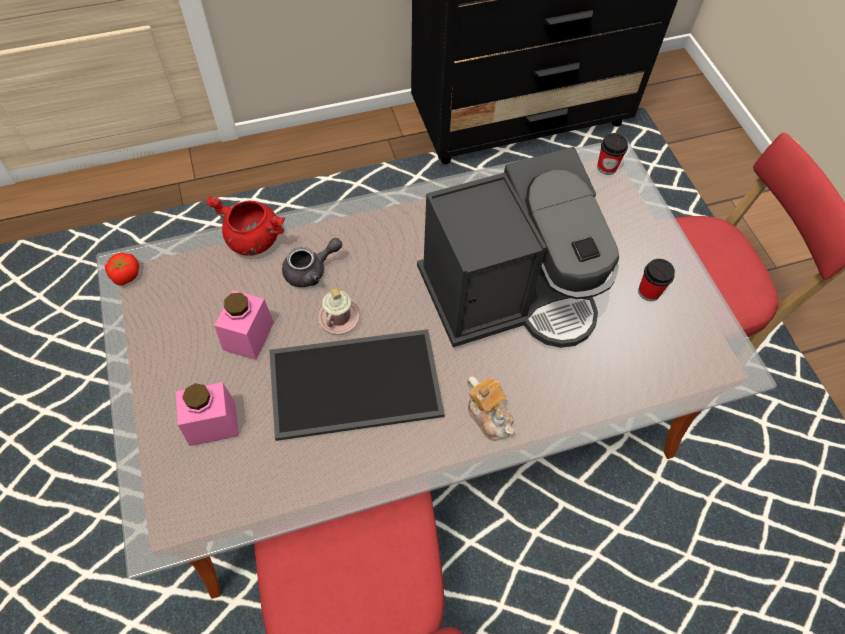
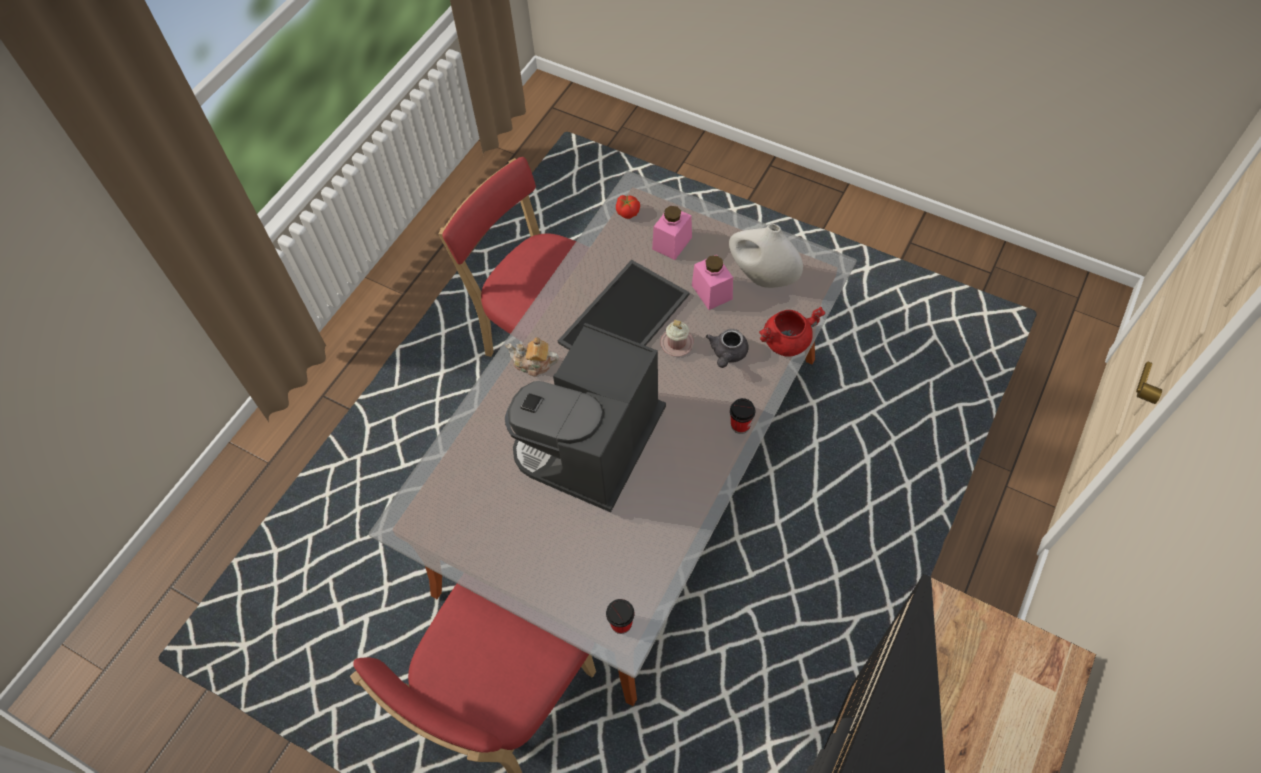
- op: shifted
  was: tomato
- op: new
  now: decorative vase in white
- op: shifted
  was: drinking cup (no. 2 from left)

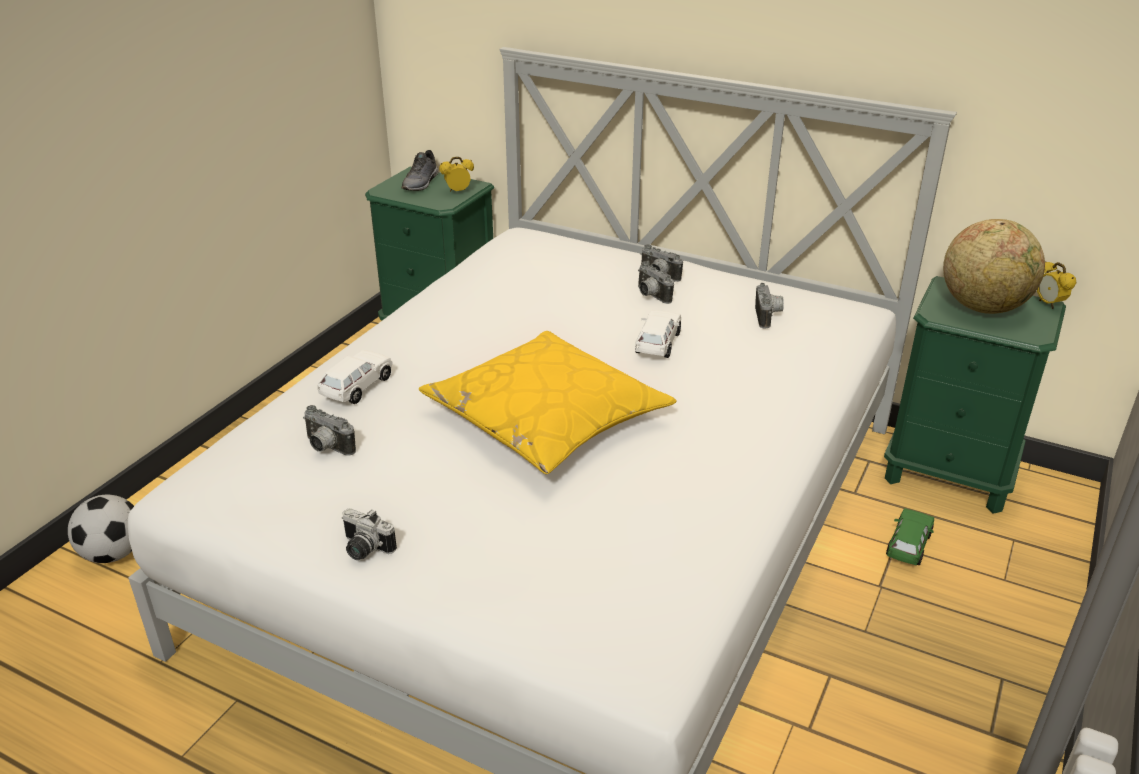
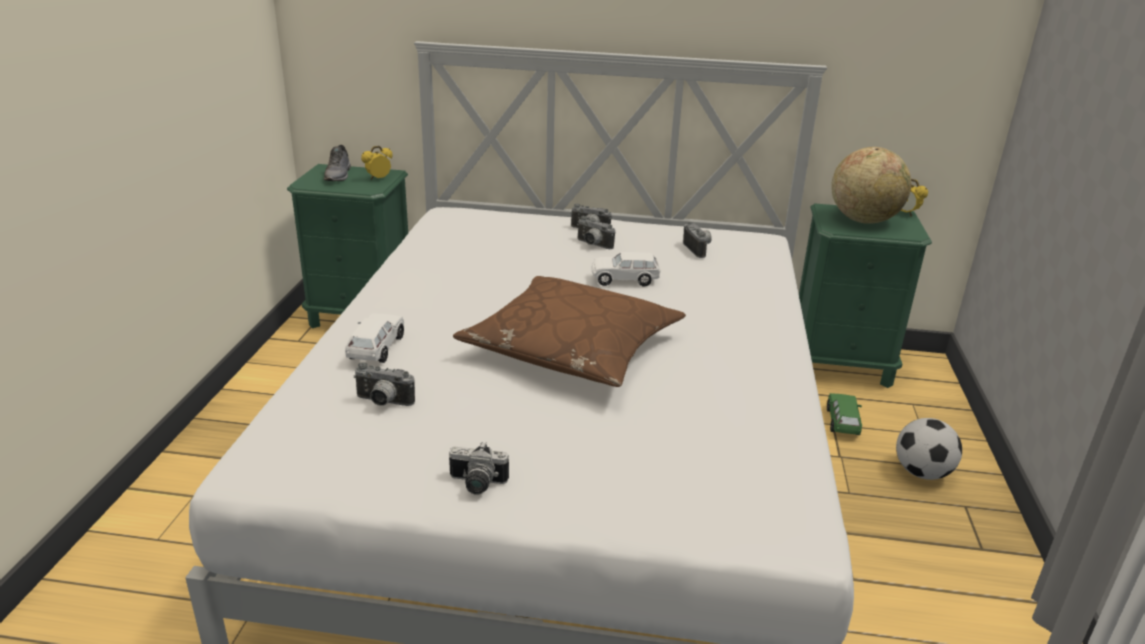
- op: repainted
  was: throw pillow in yellow-coloured
  now: throw pillow in brown
- op: rotated
  was: model car in white (no. 2 from left)
  clockwise: -90
- op: shifted
  was: football

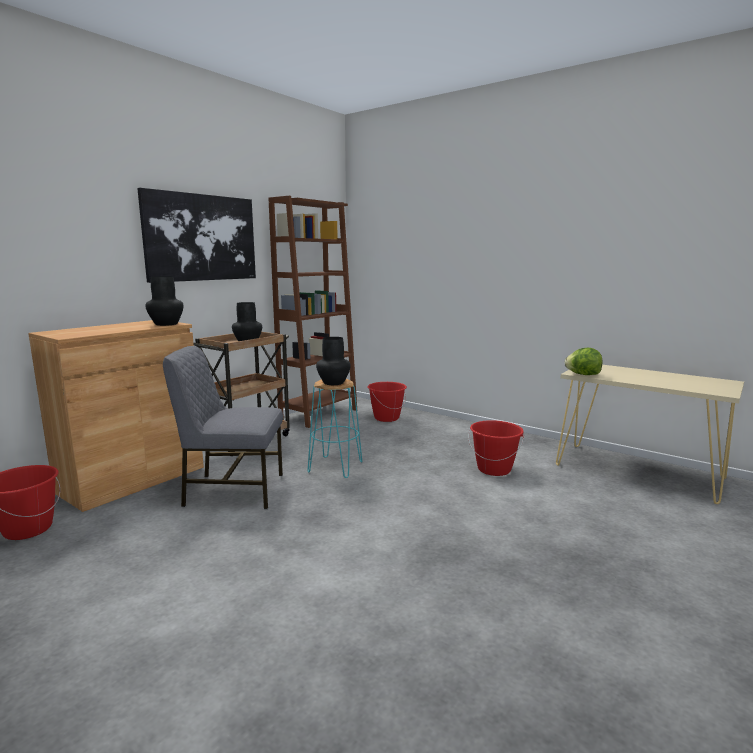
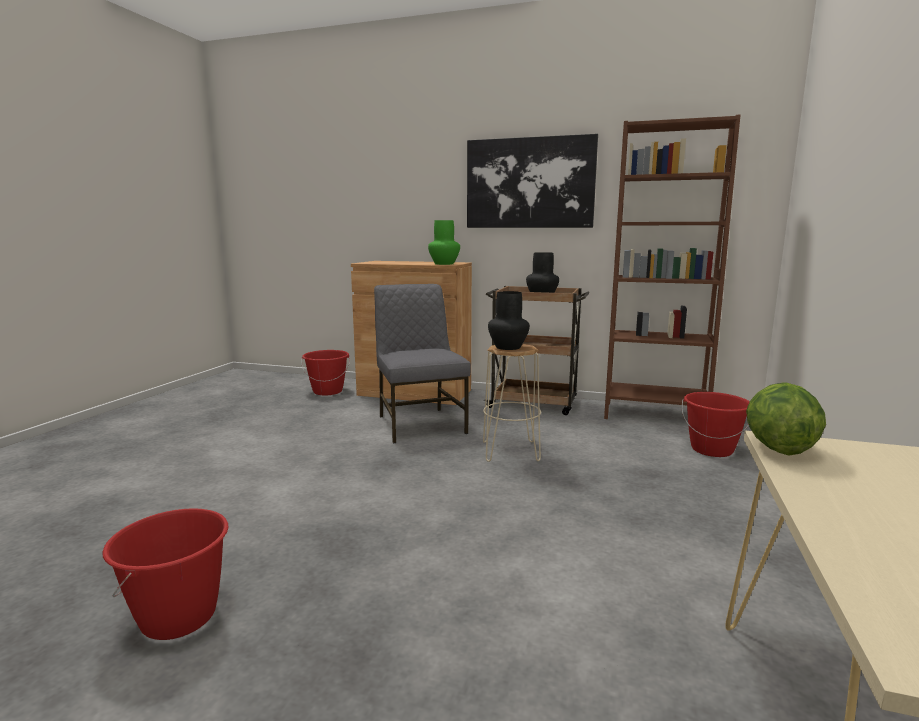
- op: shifted
  was: water bucket in red-coloured (no. 3 from left in the first image)
  now: water bucket in red-coloured (no. 1 from left)
- op: repainted
  was: decorative vase in blackish (no. 1 from left)
  now: decorative vase in green-coloured
- op: repainted
  was: stool seat in blue-green
  now: stool seat in beige-coloured

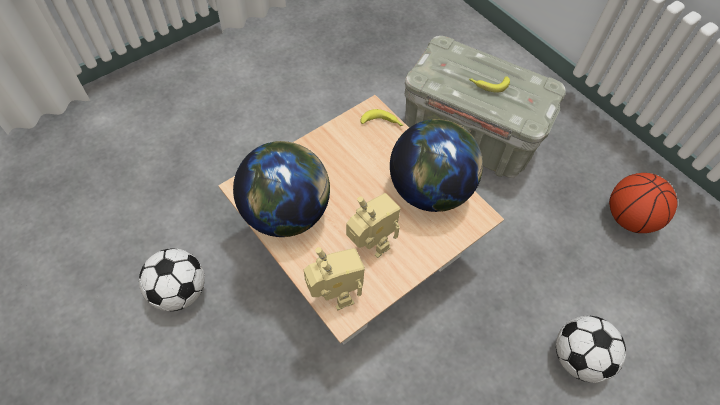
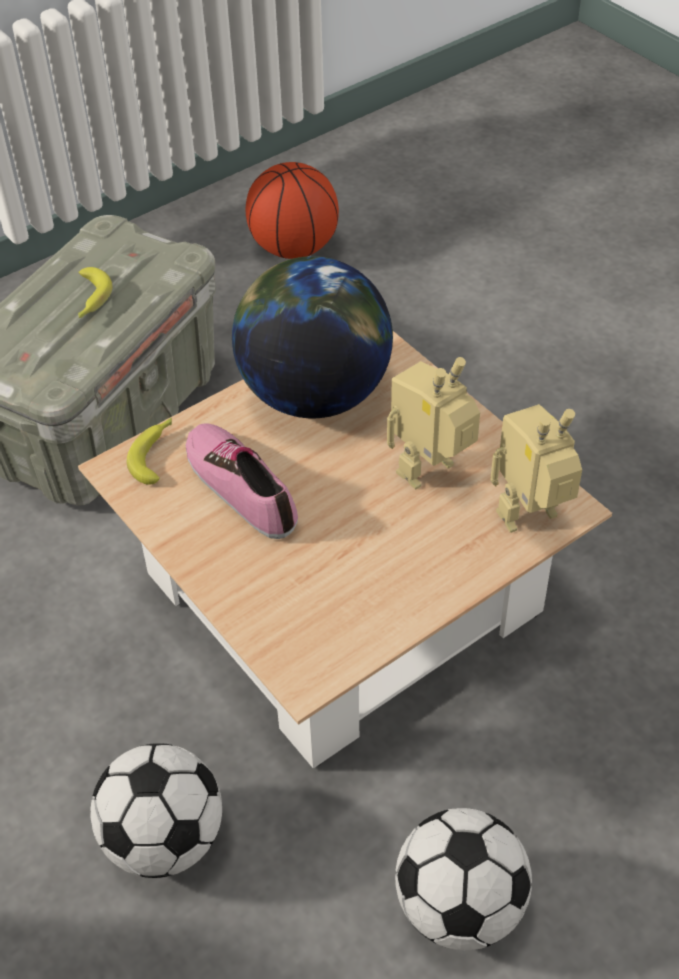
- op: shifted
  was: football (no. 2 from left in the first image)
  now: football (no. 1 from left)
- op: new
  now: item of footwear
- op: gone
  was: desk globe (no. 1 from left)

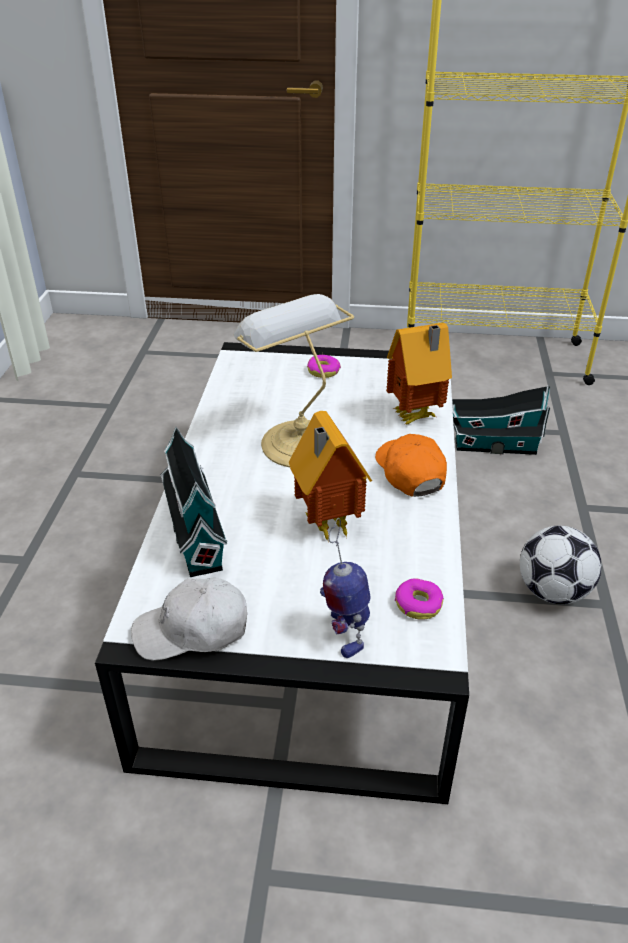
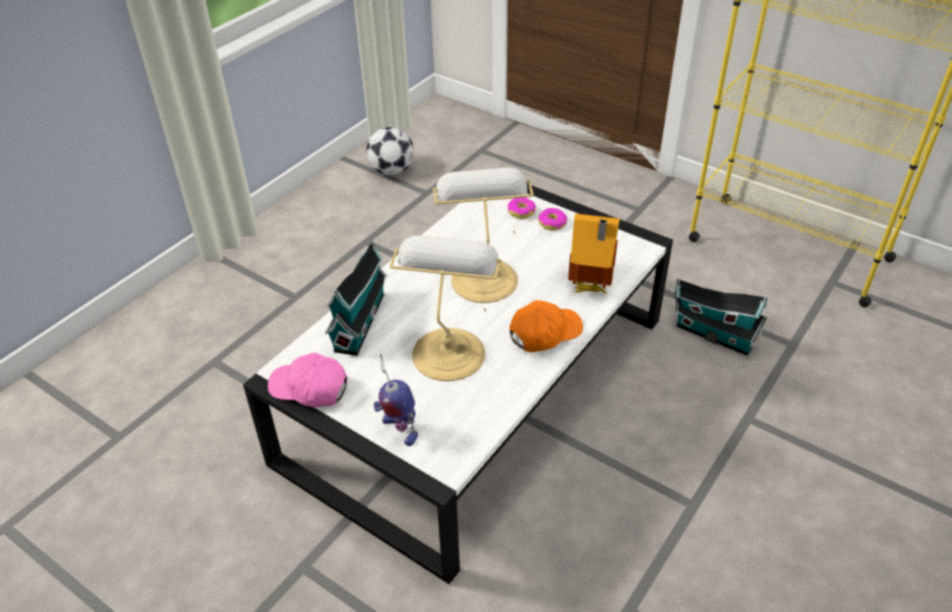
- op: repainted
  was: cap in white
  now: cap in pink-coloured
- op: shifted
  was: football
- op: rotated
  was: robot figure
  clockwise: -60
- op: swapped
  was: miniature house (no. 2 from left)
  now: lamp for a table (no. 1 from left)
- op: shifted
  was: donut (no. 2 from left in the first image)
  now: donut (no. 1 from left)
- op: rotated
  was: cap in orangey
  clockwise: 45

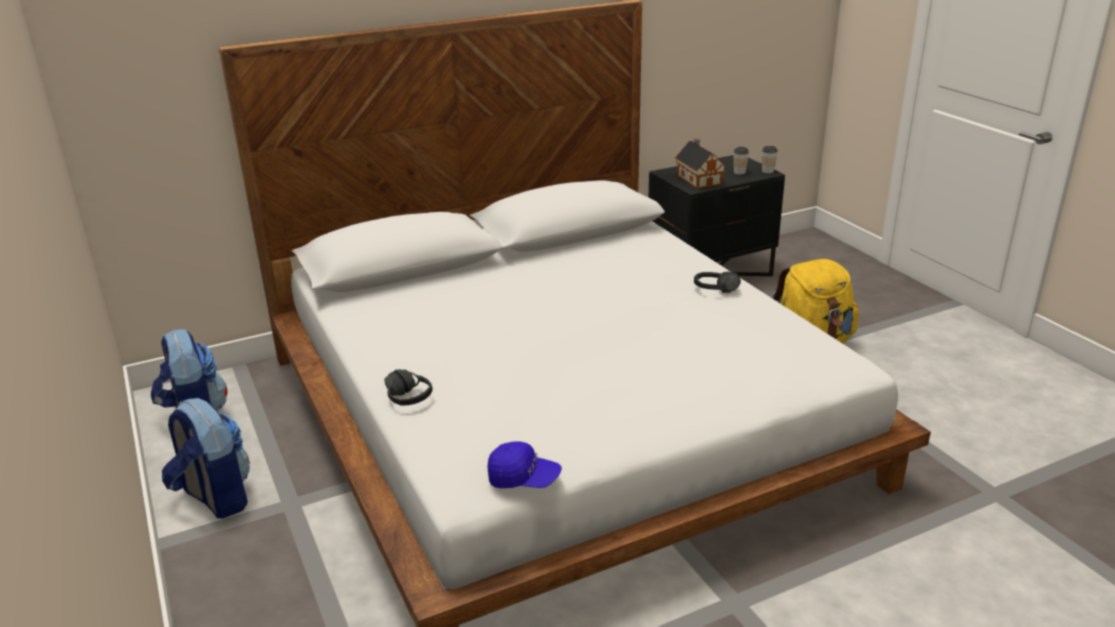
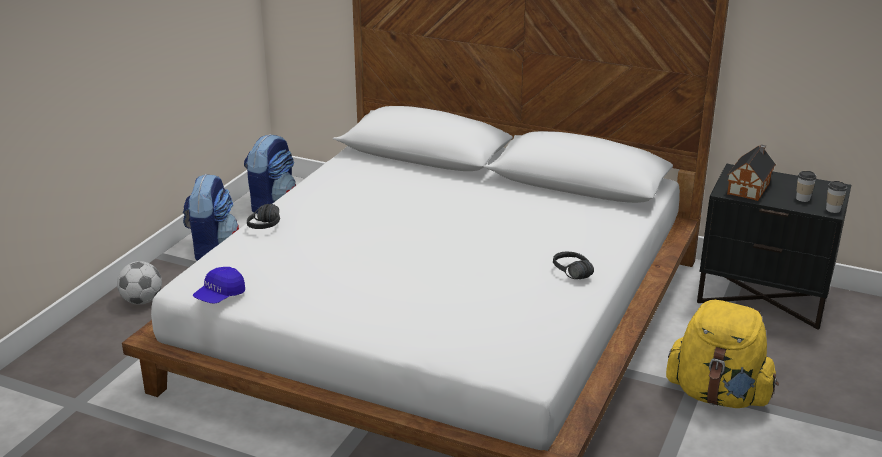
- op: new
  now: football
- op: rotated
  was: cap in blue
  clockwise: 60

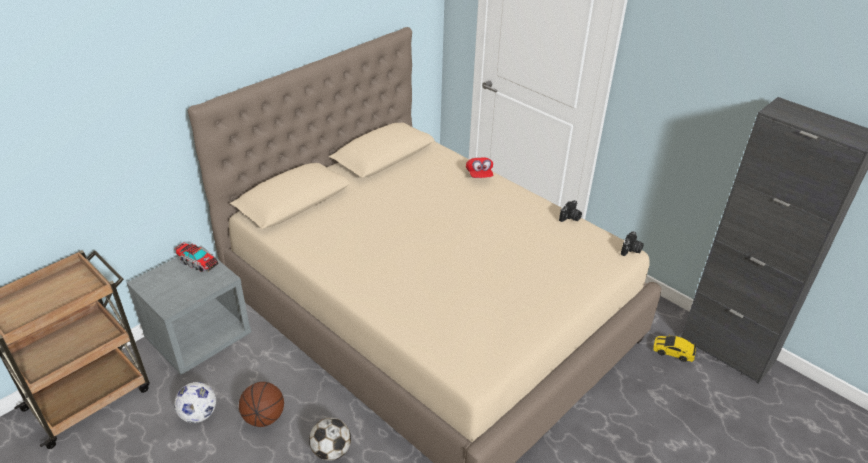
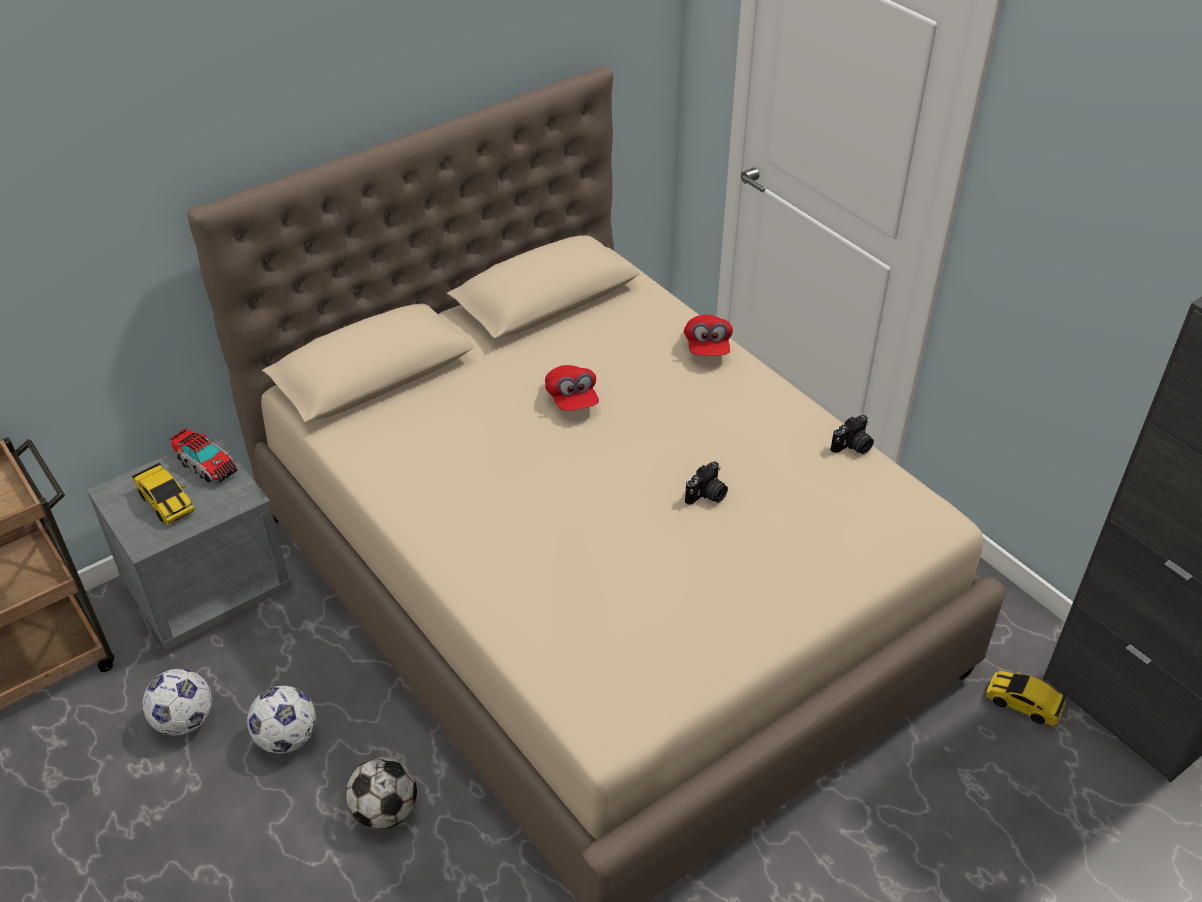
- op: new
  now: model car (no. 1 from left)
- op: swapped
  was: basketball
  now: football (no. 2 from left)
- op: new
  now: cap in red-coloured (no. 1 from left)
- op: shifted
  was: still camera (no. 2 from left in the first image)
  now: still camera (no. 1 from left)

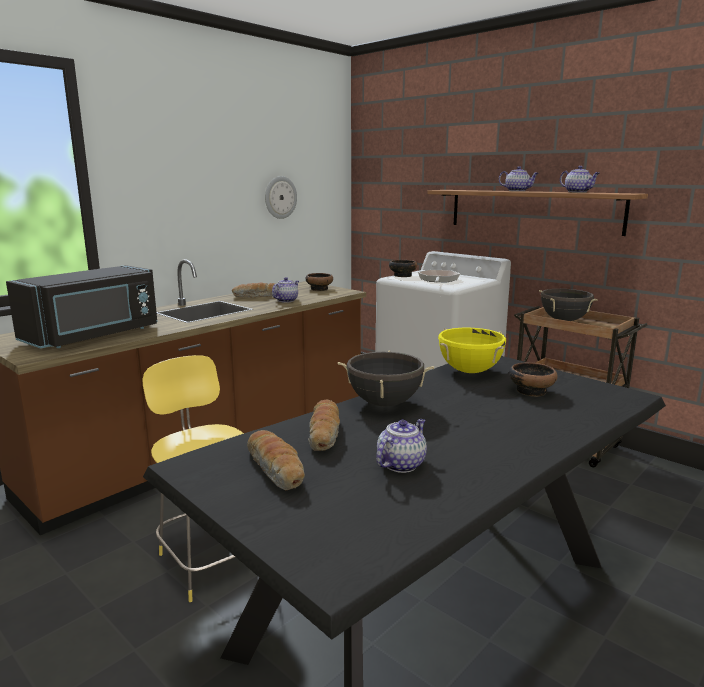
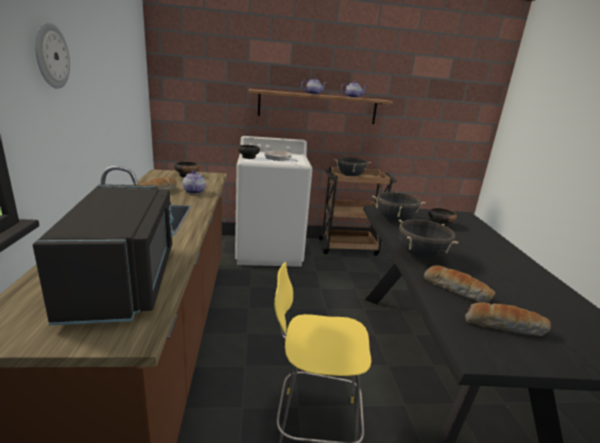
- op: shifted
  was: wall clock
- op: repainted
  was: stockpot in yellow-coloured
  now: stockpot in blackish (no. 2 from left)
- op: gone
  was: tea pot (no. 2 from left)

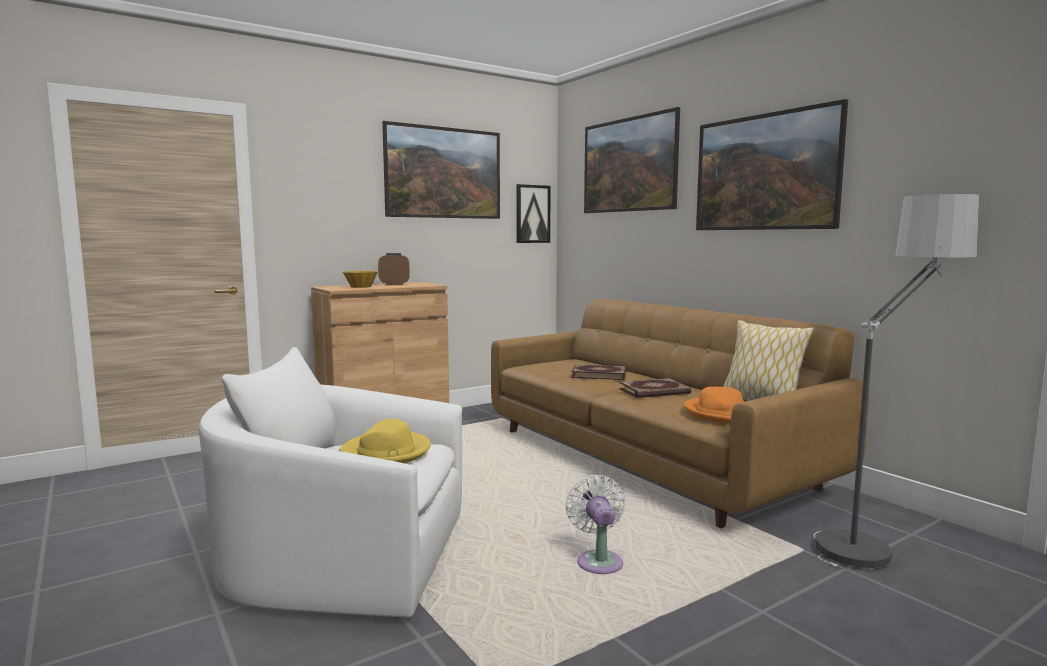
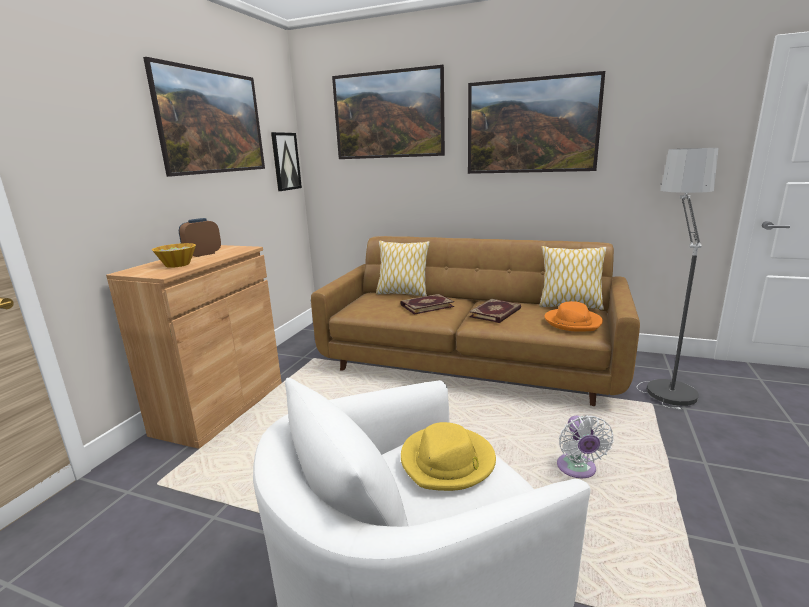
- op: new
  now: throw pillow (no. 1 from left)
- op: rotated
  was: cooling fan in white
  clockwise: -135

